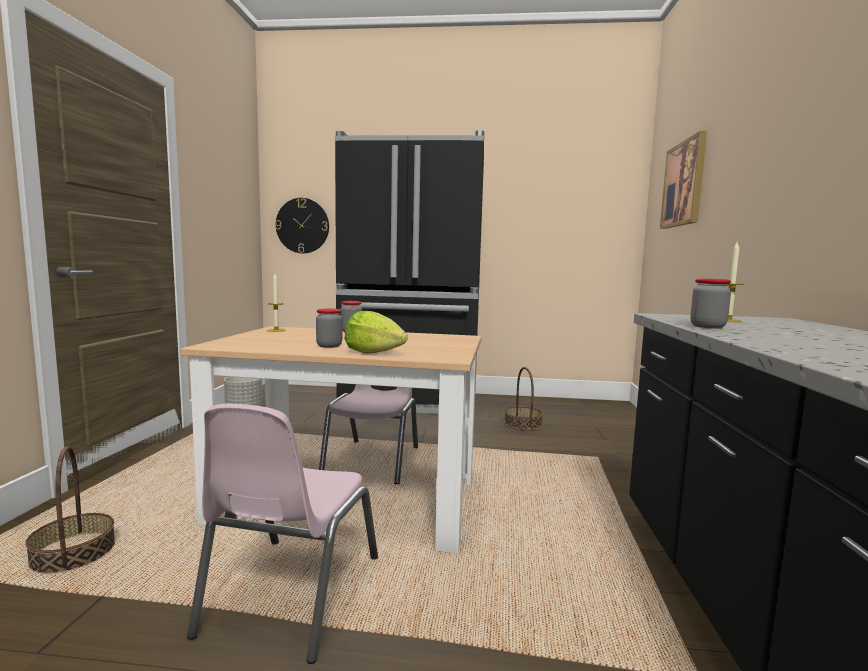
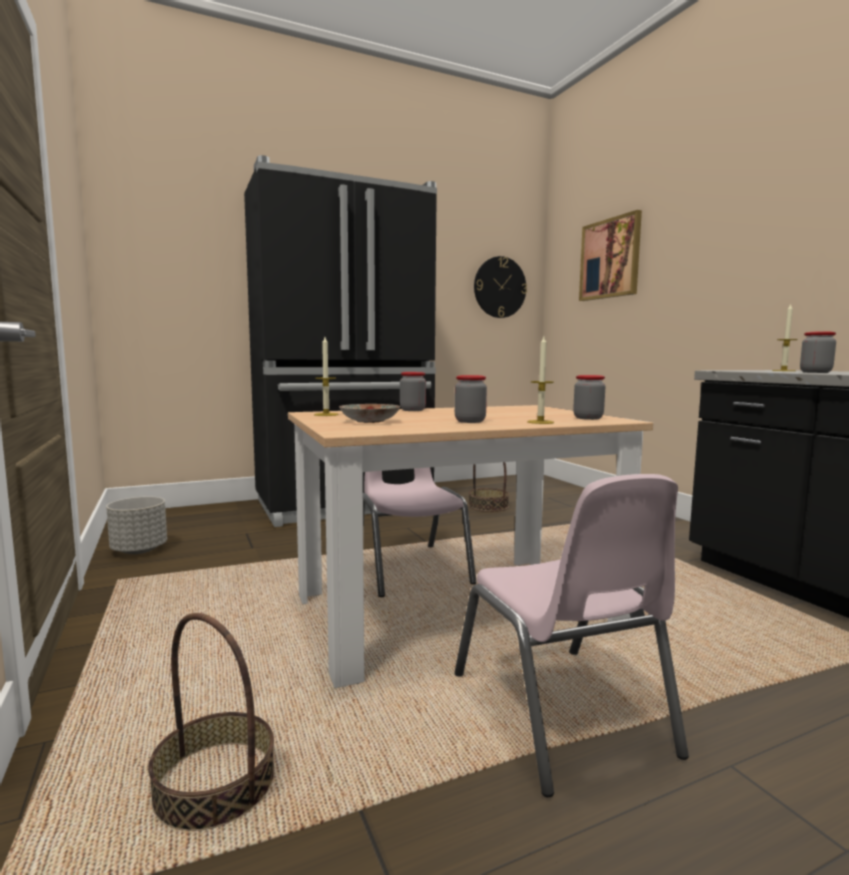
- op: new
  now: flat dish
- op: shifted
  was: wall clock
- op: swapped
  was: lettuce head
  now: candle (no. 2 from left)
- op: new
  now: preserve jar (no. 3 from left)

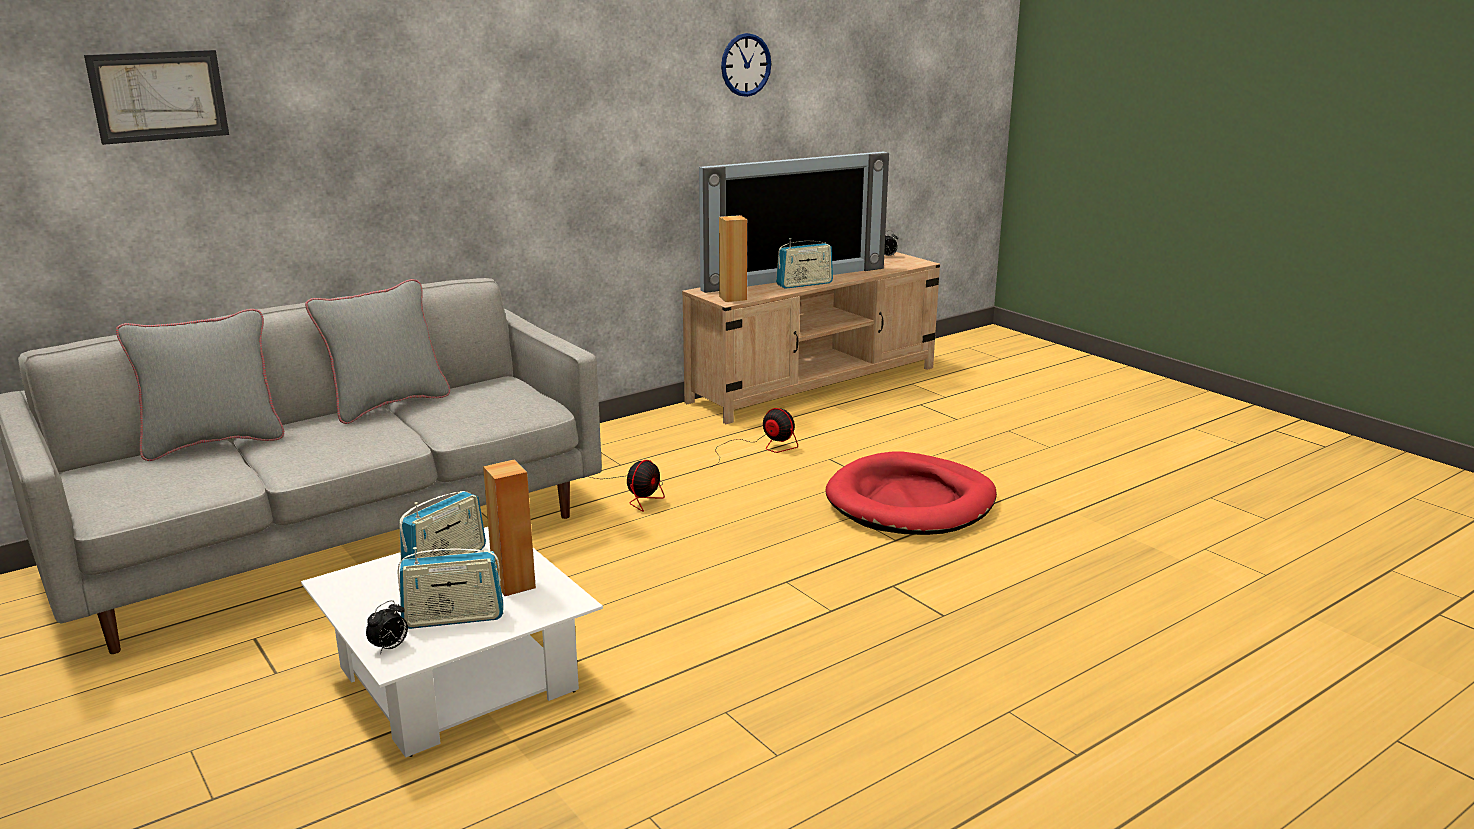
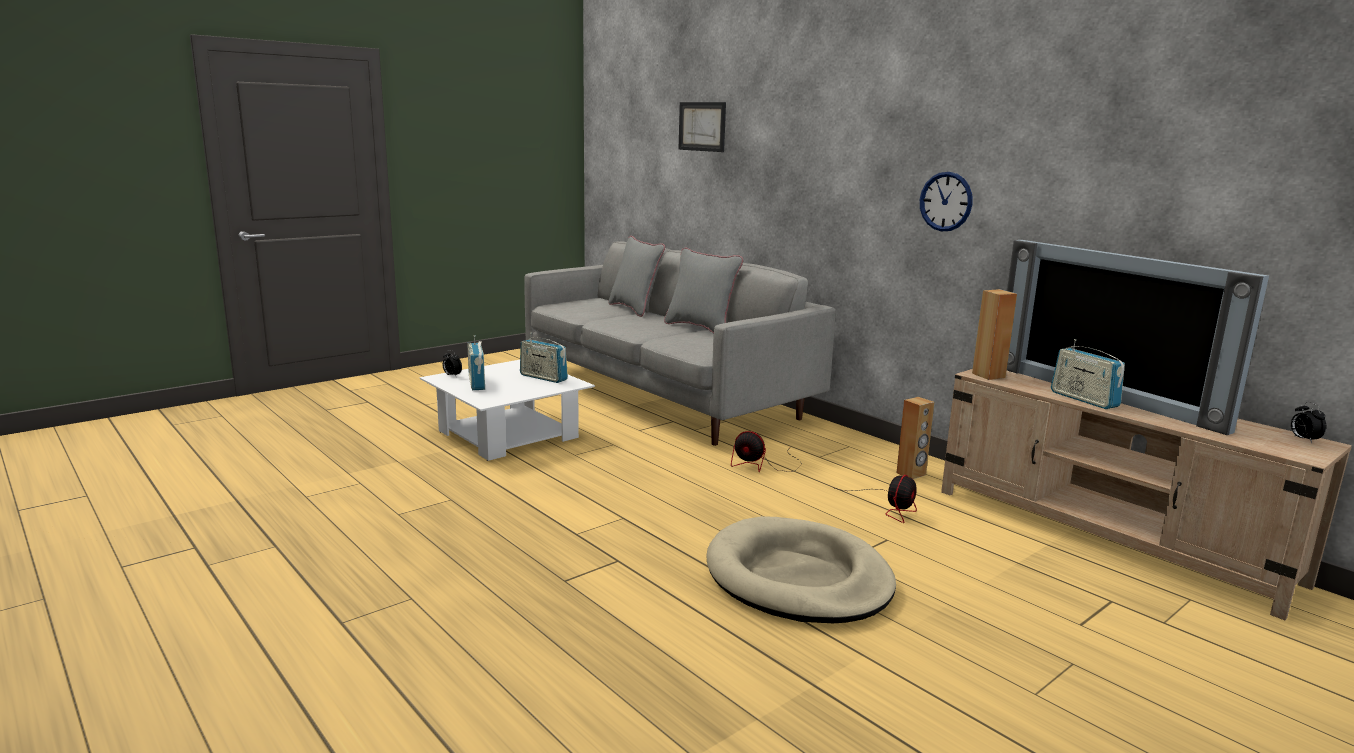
- op: repainted
  was: pet bed in red-coloured
  now: pet bed in beige-coloured
- op: shifted
  was: speaker in brown (no. 1 from left)
- op: shifted
  was: wall clock

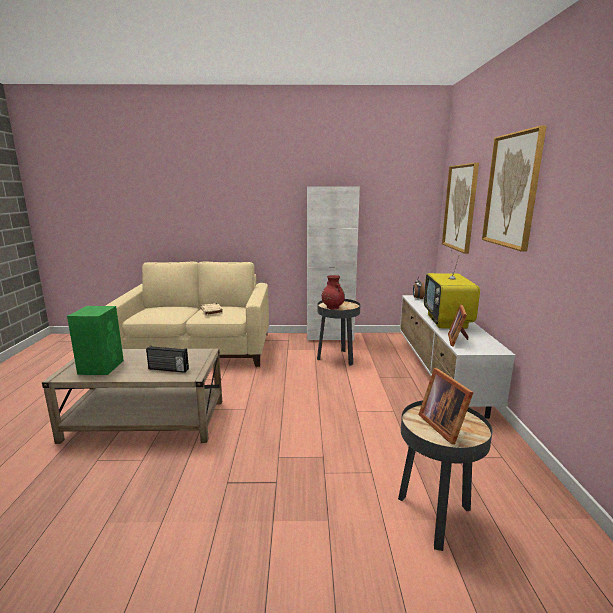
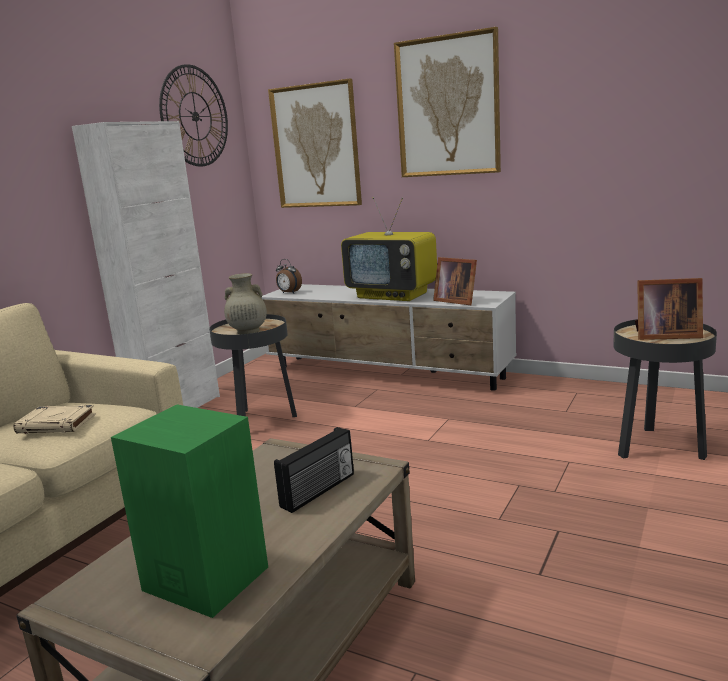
- op: new
  now: wall clock
- op: repainted
  was: decorative vase in red-coloured
  now: decorative vase in beige-coloured

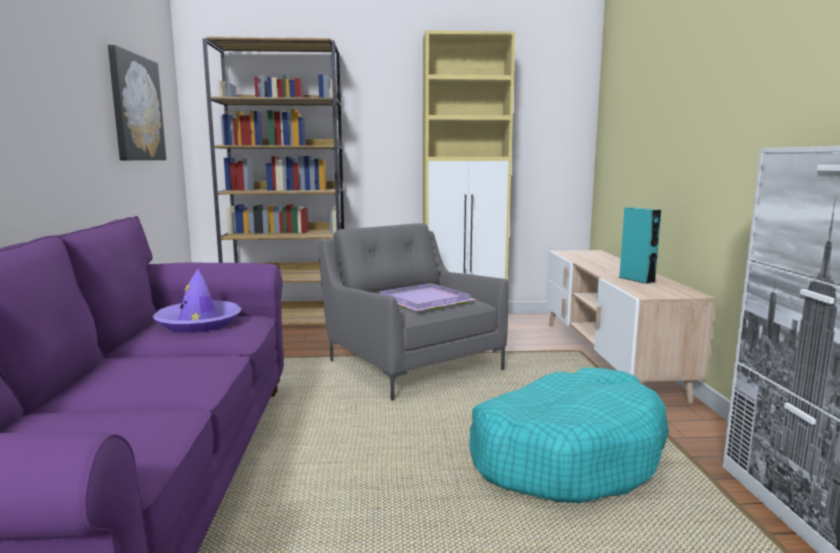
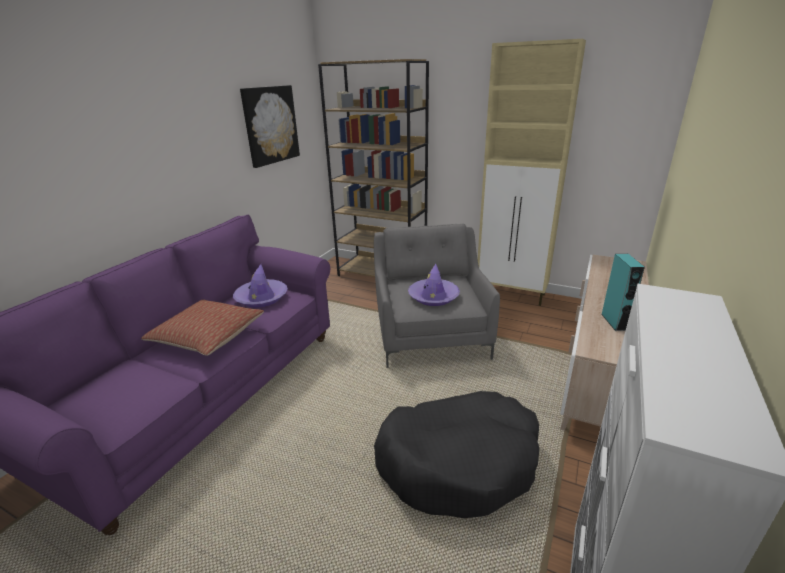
- op: new
  now: throw pillow
- op: repainted
  was: pet bed in blue-green
  now: pet bed in blackish
- op: swapped
  was: tray in purplish
  now: clothing hat in purplish (no. 2 from left)

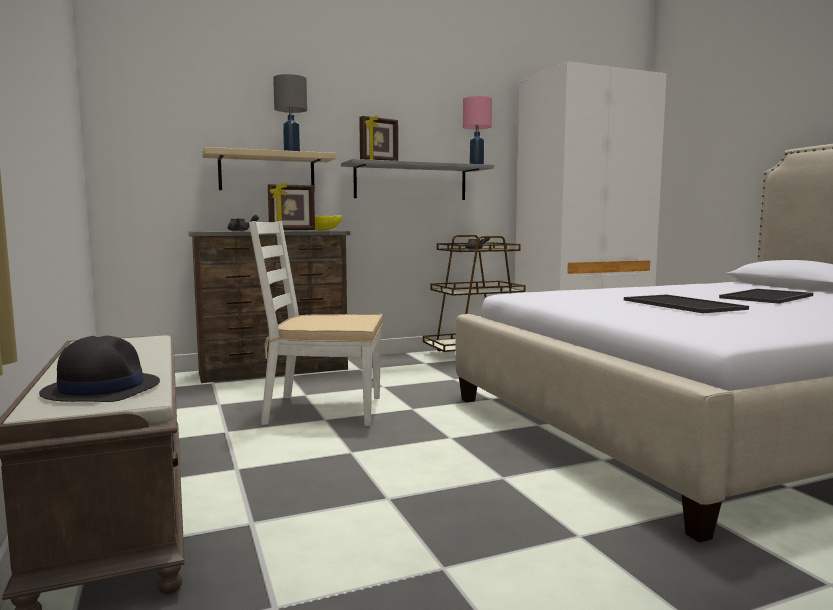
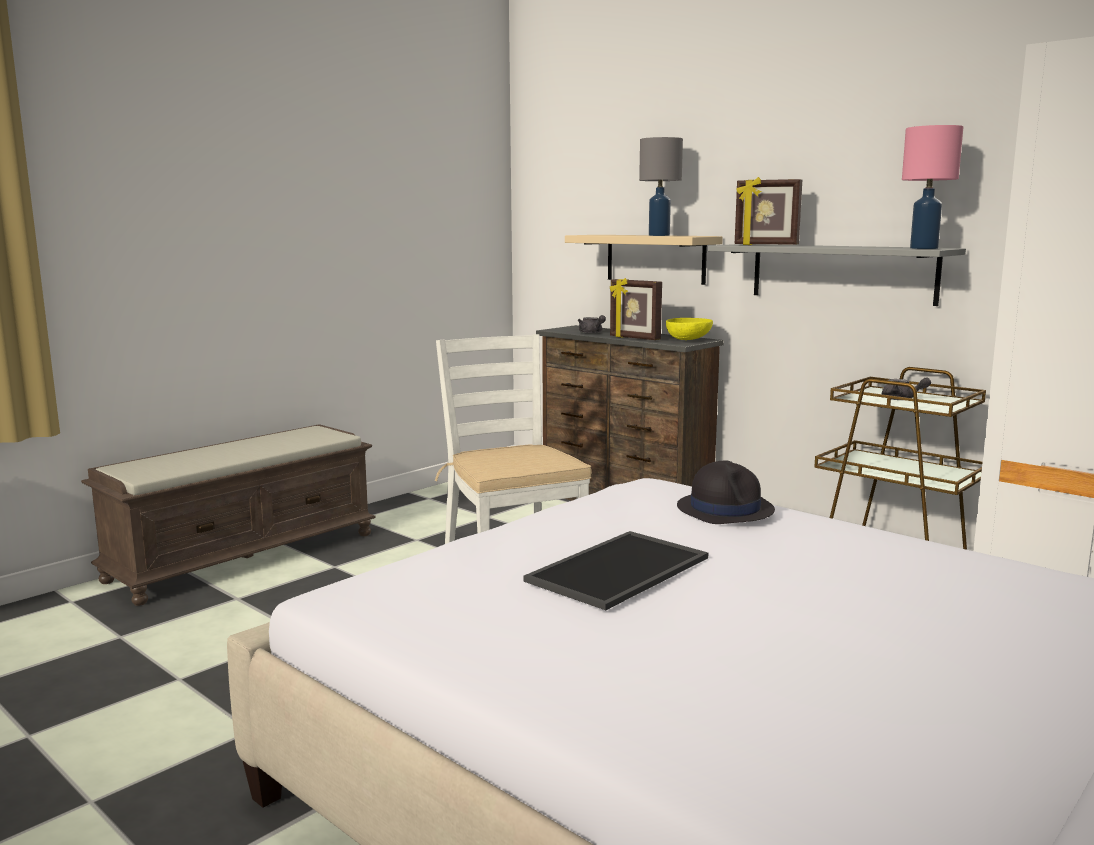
- op: shifted
  was: clothing hat in blackish
- op: gone
  was: tray (no. 2 from left)

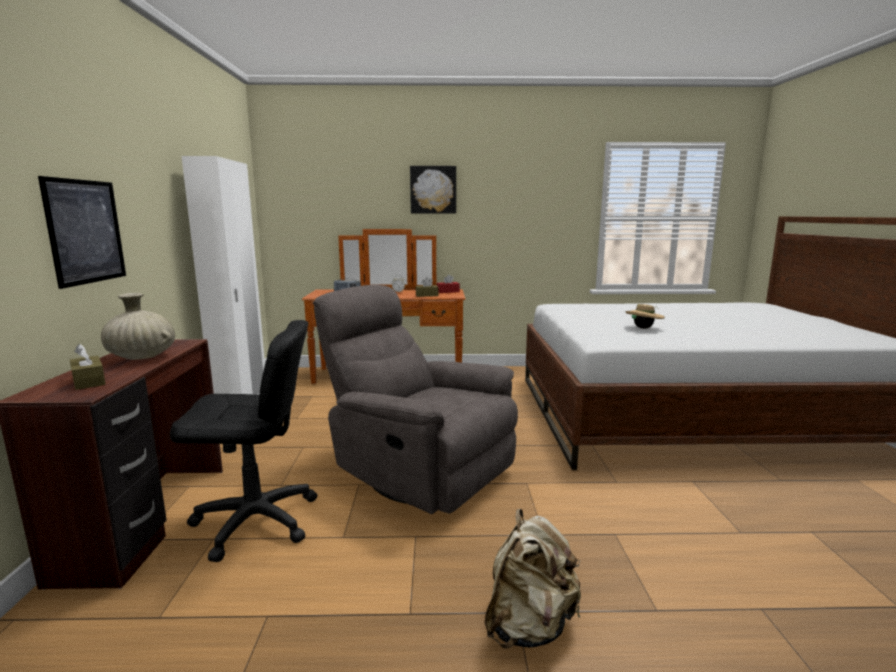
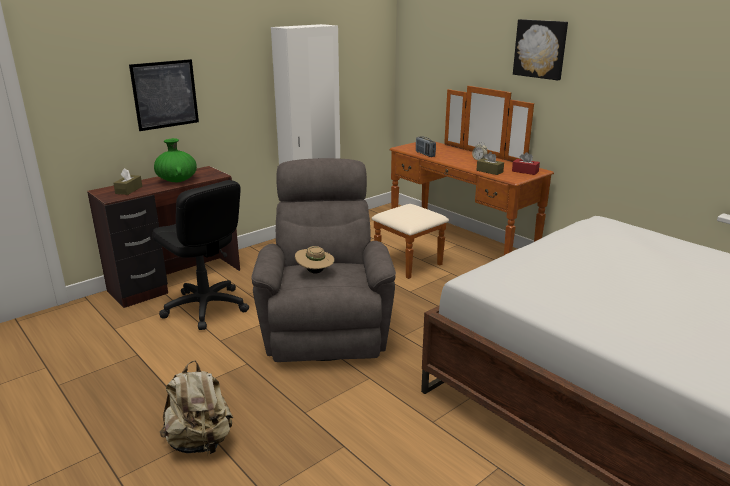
- op: repainted
  was: decorative vase in beige-coloured
  now: decorative vase in green-coloured
- op: shifted
  was: clothing hat in beige-coloured

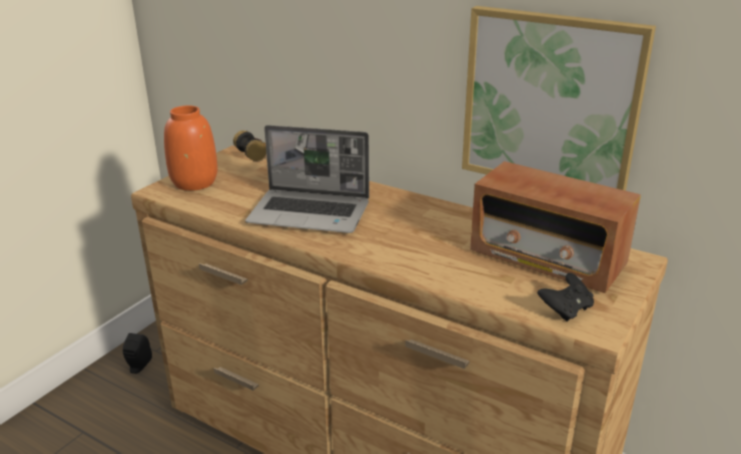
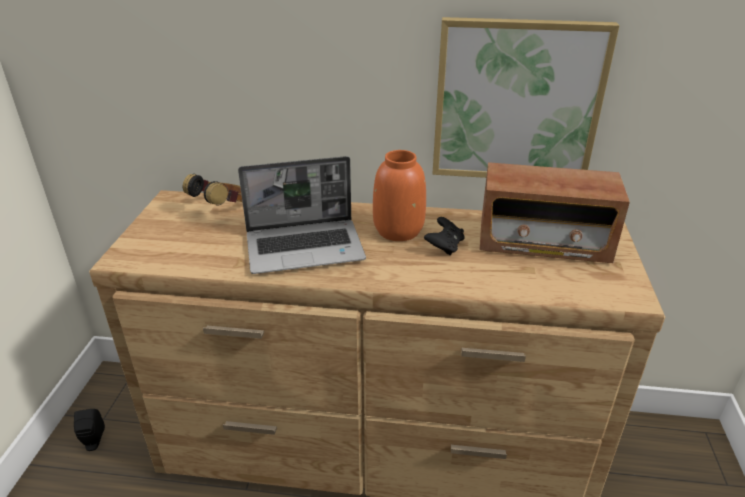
- op: shifted
  was: decorative vase in orangey
- op: shifted
  was: gamepad in blackish

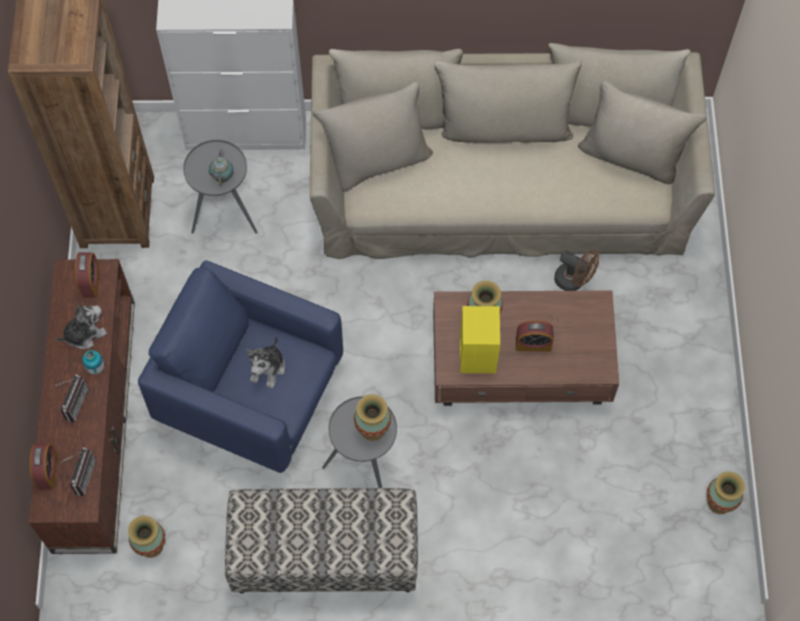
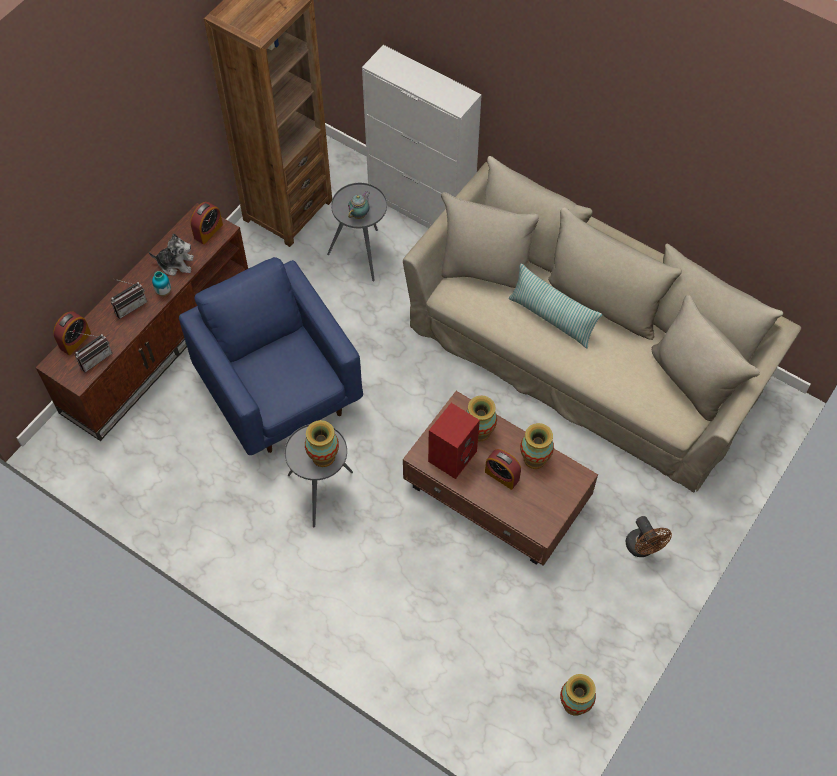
- op: repainted
  was: speaker in yellow-coloured
  now: speaker in red-coloured
- op: new
  now: throw pillow
- op: shifted
  was: decorative vase (no. 2 from left in the first image)
  now: decorative vase (no. 4 from left)
- op: shifted
  was: cooling fan in brown
- op: gone
  was: indoor bench
- op: gone
  was: soft toy (no. 2 from left)

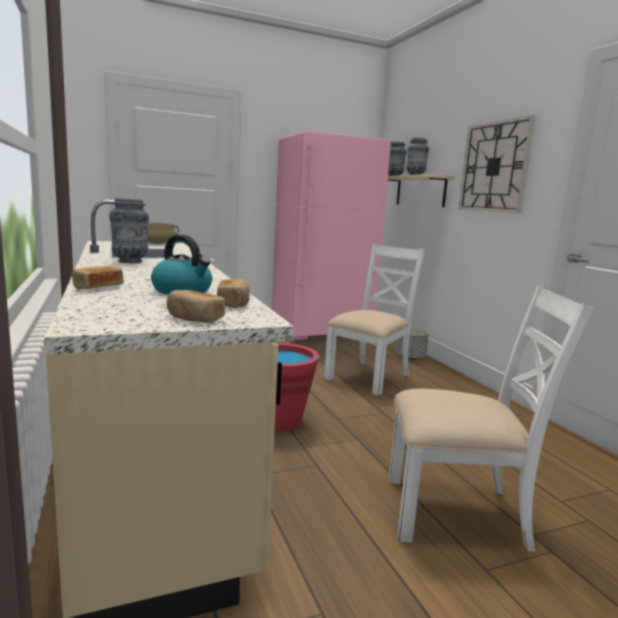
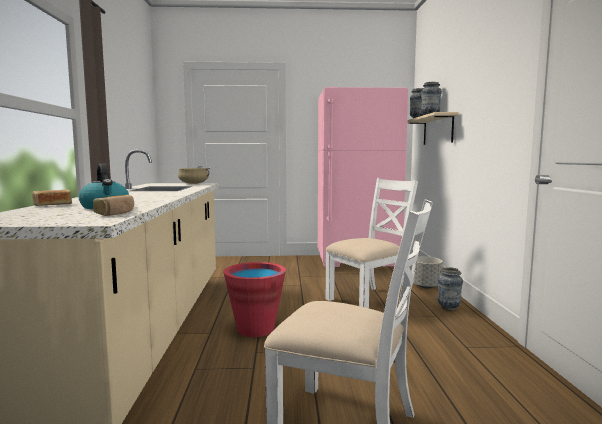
- op: shifted
  was: decorative vase (no. 1 from left in the first image)
  now: decorative vase (no. 3 from left)
- op: gone
  was: bread (no. 2 from left)
- op: gone
  was: wall clock

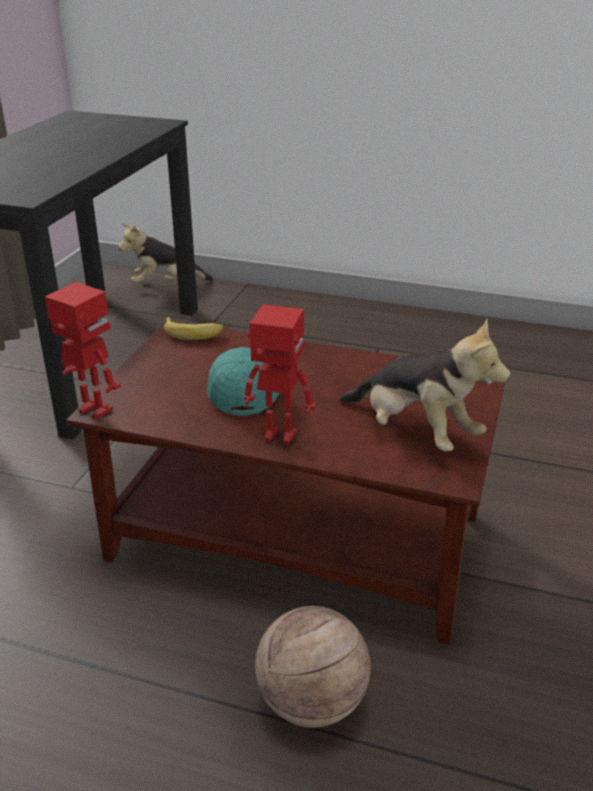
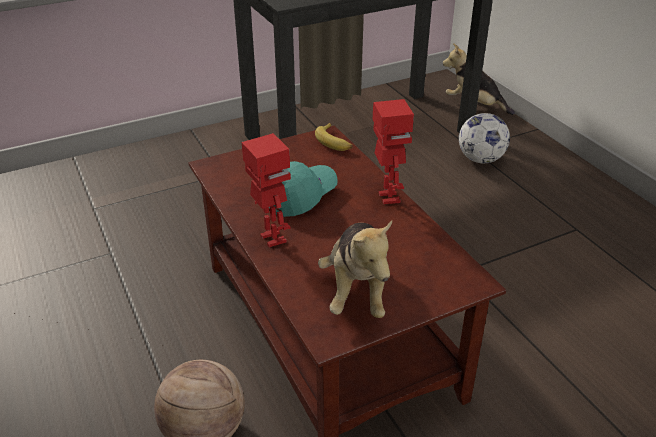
- op: shifted
  was: robot figure (no. 1 from left in the first image)
  now: robot figure (no. 2 from left)
- op: new
  now: football

